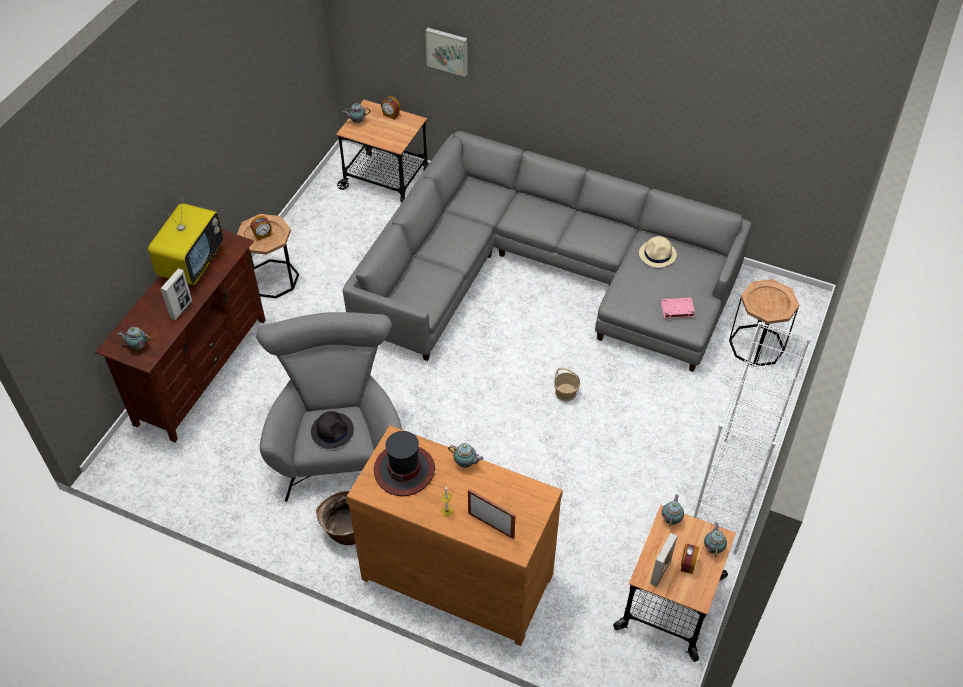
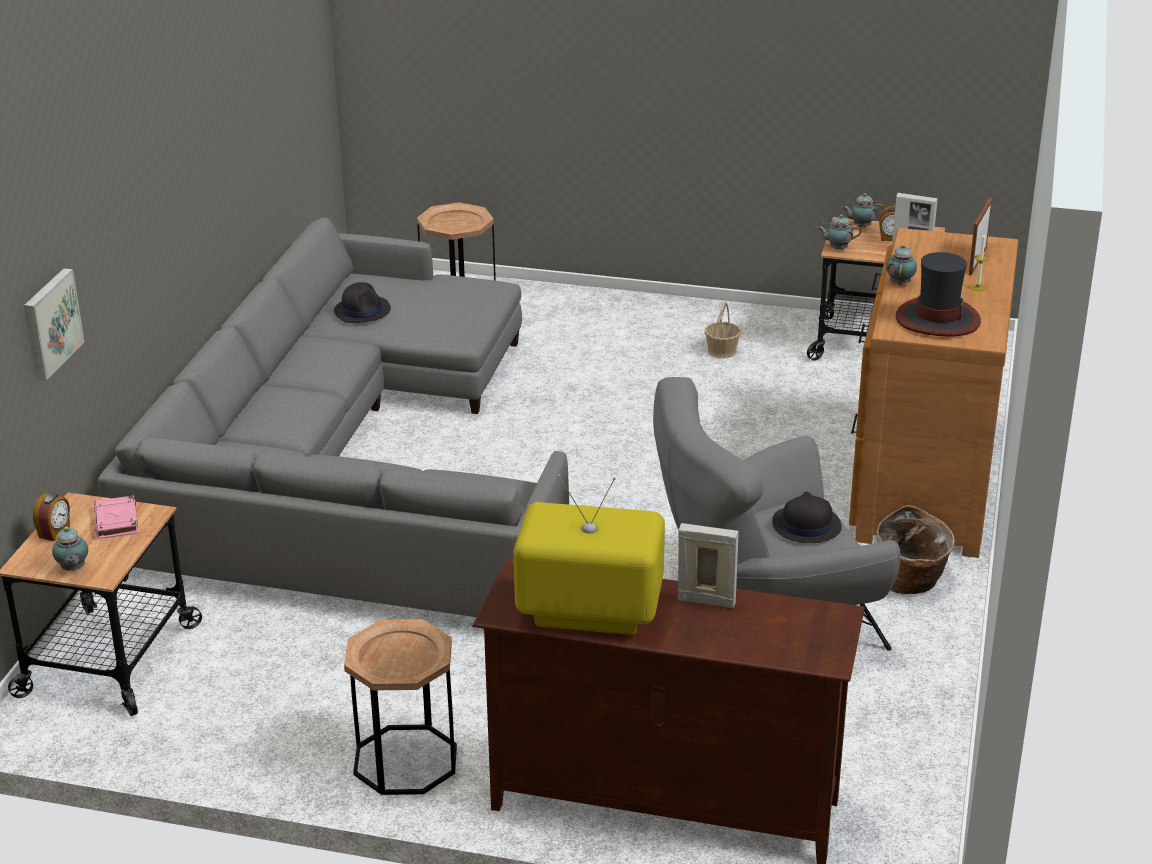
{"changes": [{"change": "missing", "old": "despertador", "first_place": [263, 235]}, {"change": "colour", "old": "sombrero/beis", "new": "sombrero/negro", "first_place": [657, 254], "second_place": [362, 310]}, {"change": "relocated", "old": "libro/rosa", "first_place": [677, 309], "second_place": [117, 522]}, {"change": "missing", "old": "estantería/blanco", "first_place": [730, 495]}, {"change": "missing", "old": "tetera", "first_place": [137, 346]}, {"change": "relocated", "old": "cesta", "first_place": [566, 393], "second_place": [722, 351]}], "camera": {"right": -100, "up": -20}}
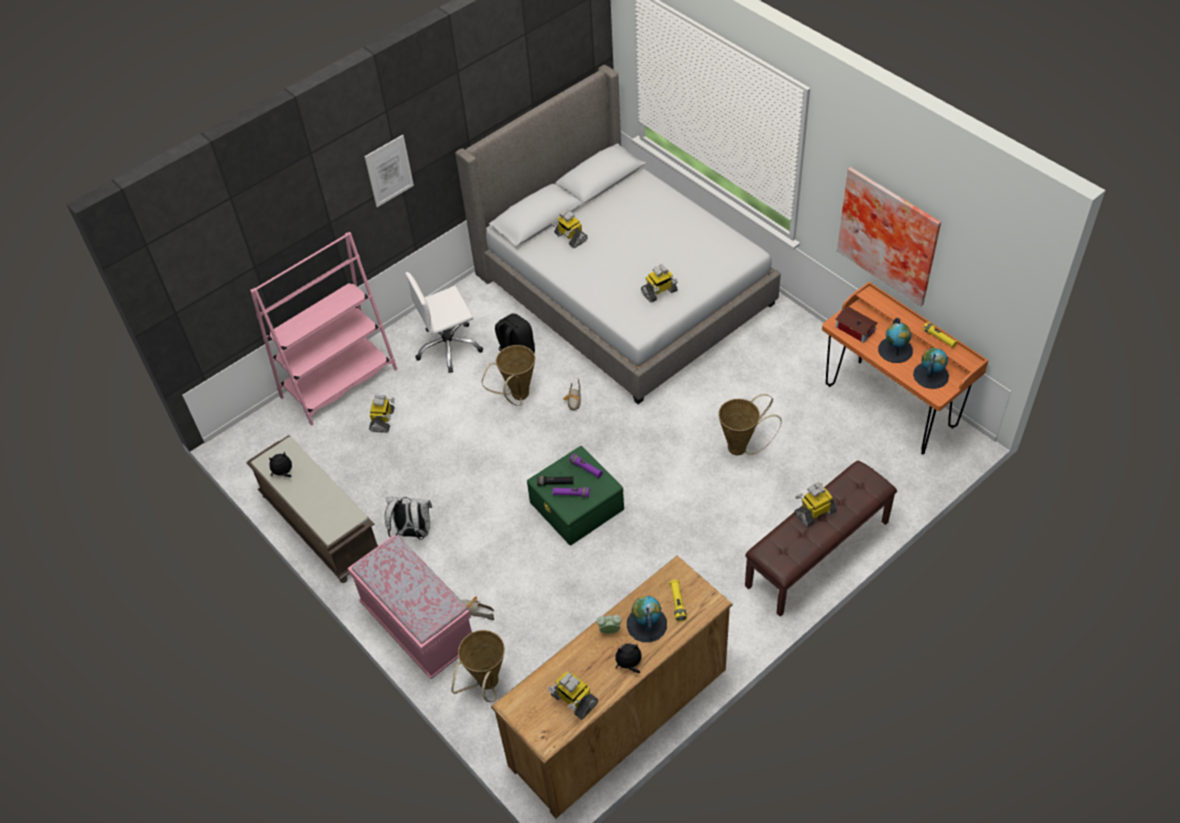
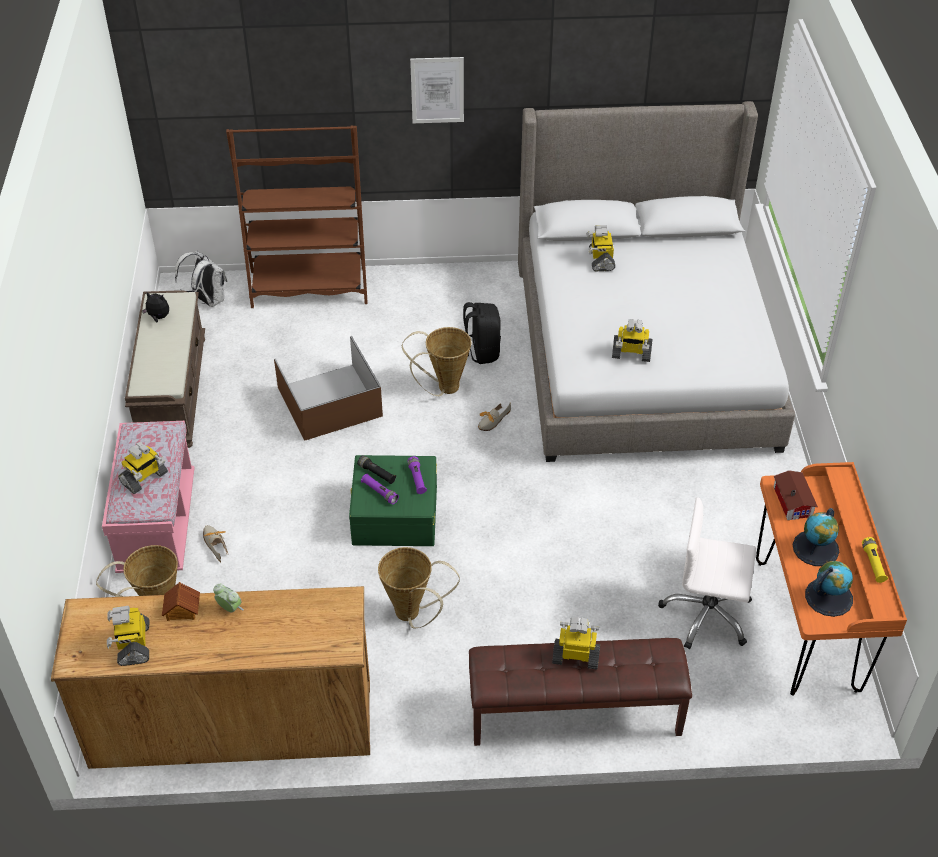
{"changes": [{"change": "missing", "old": "cuadro", "first_place": [890, 234]}, {"change": "colour", "old": "estantería/rosa", "new": "estantería/marrón", "first_place": [339, 383], "second_place": [309, 287]}, {"change": "relocated", "old": "silla de oficina/blanco", "first_place": [449, 347], "second_place": [706, 615]}, {"change": "relocated", "old": "cesta", "first_place": [742, 448], "second_place": [412, 615]}, {"change": "relocated", "old": "robot de juguete", "first_place": [383, 420], "second_place": [144, 478]}, {"change": "relocated", "old": "mochila/blanco", "first_place": [413, 533], "second_place": [207, 300]}, {"change": "missing", "old": "linterna/amarillo", "first_place": [677, 603]}, {"change": "missing", "old": "globo terráqueo", "first_place": [646, 624]}, {"change": "missing", "old": "peluche", "first_place": [629, 664]}, {"change": "appeared", "new": "caja de almacenaje/marrón", "second_place": [331, 401]}, {"change": "appeared", "new": "casita", "second_place": [181, 610]}], "camera": {"right": 35, "up": -5}}
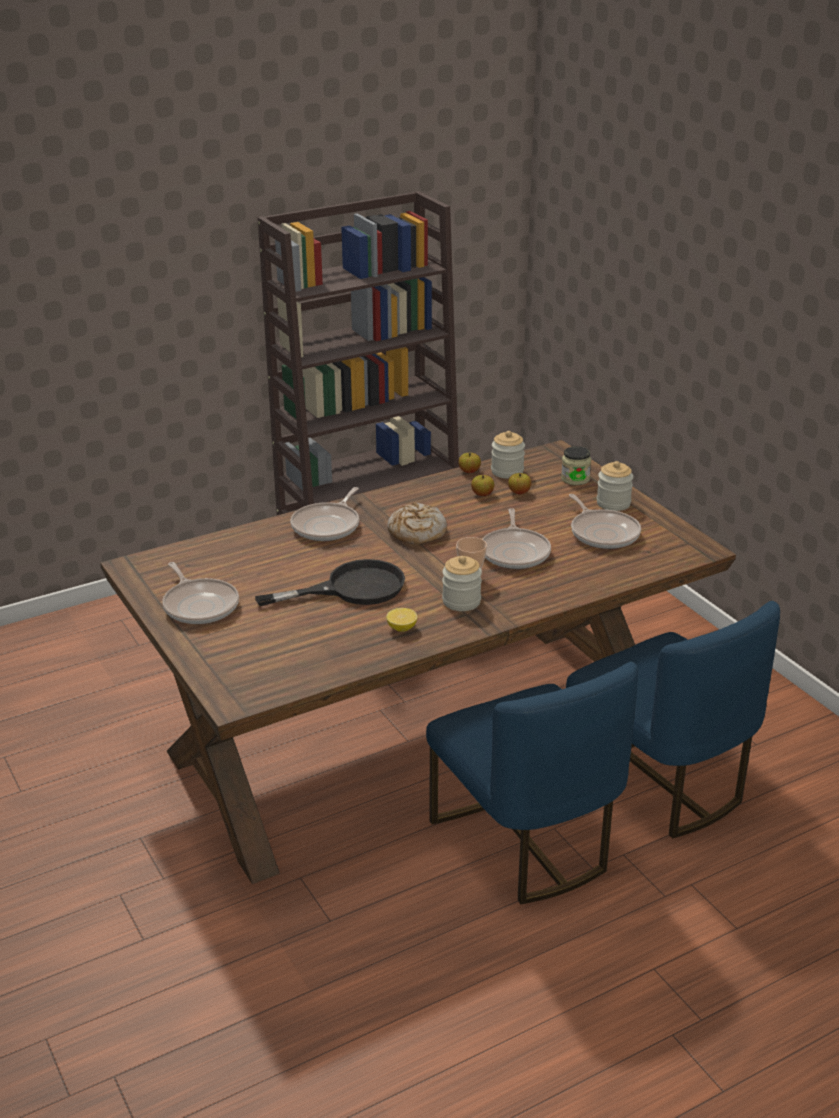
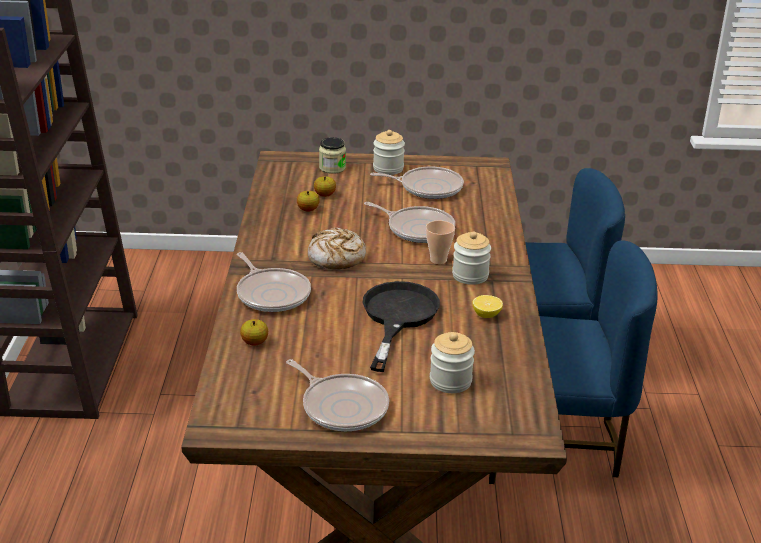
{"changes": [{"change": "relocated", "old": "tarro", "first_place": [507, 471], "second_place": [450, 381]}, {"change": "relocated", "old": "manzana", "first_place": [469, 471], "second_place": [254, 342]}, {"change": "spun", "old": "sartén", "first_place": [200, 605], "second_place": [342, 406], "degrees": 45}], "camera": {"right": -60, "up": 0}}
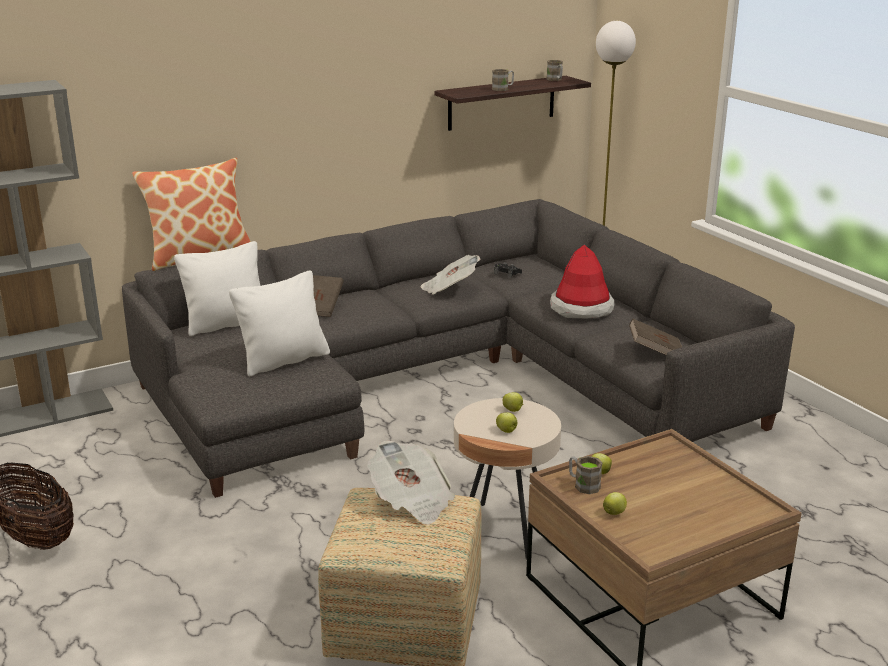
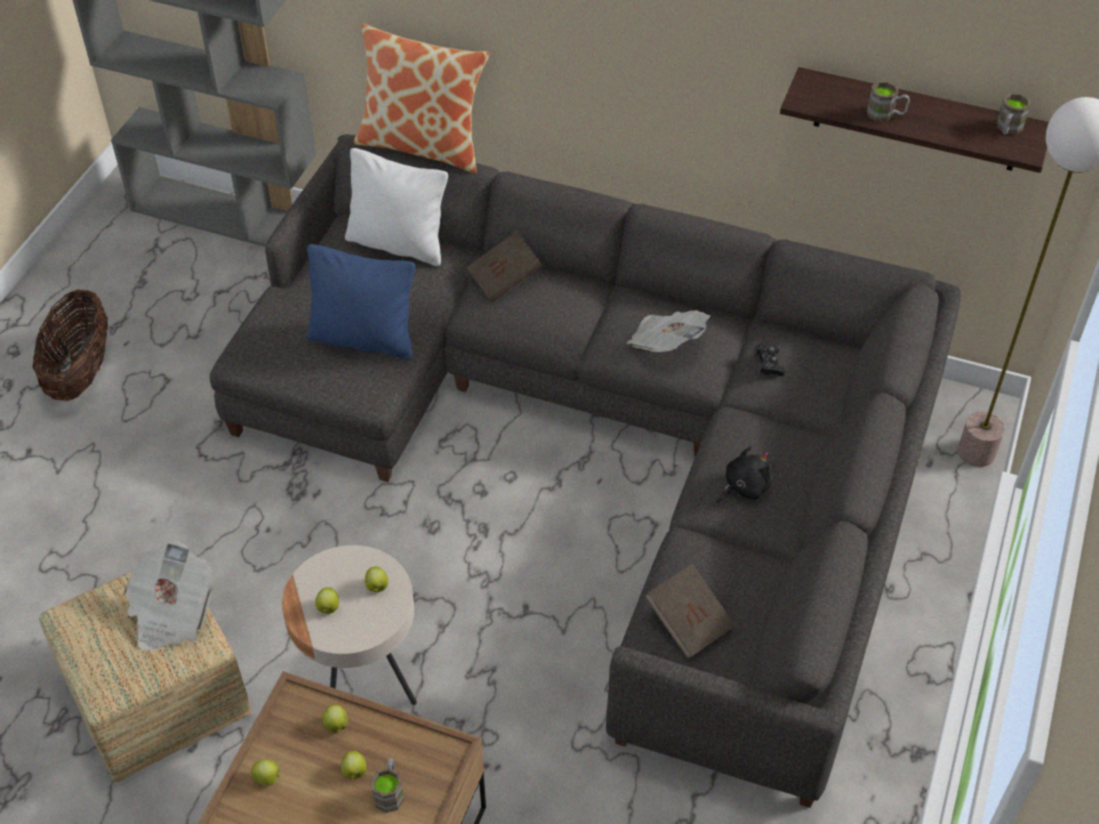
{"changes": [{"change": "exchanged", "old": "sombrero", "new": "peluche/negro", "first_place": [582, 308], "second_place": [744, 487]}, {"change": "colour", "old": "cojín/blanco", "new": "cojín/azul", "first_place": [284, 361], "second_place": [364, 339]}, {"change": "relocated", "old": "taza grande/marrón", "first_place": [583, 485], "second_place": [389, 791]}, {"change": "appeared", "new": "manzana", "second_place": [354, 772]}], "camera": {"right": 50, "up": 25}}
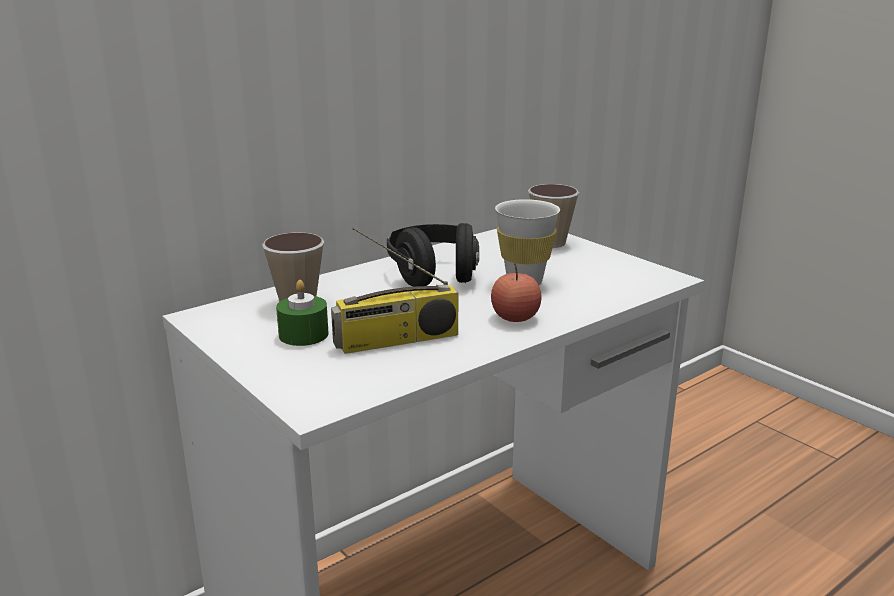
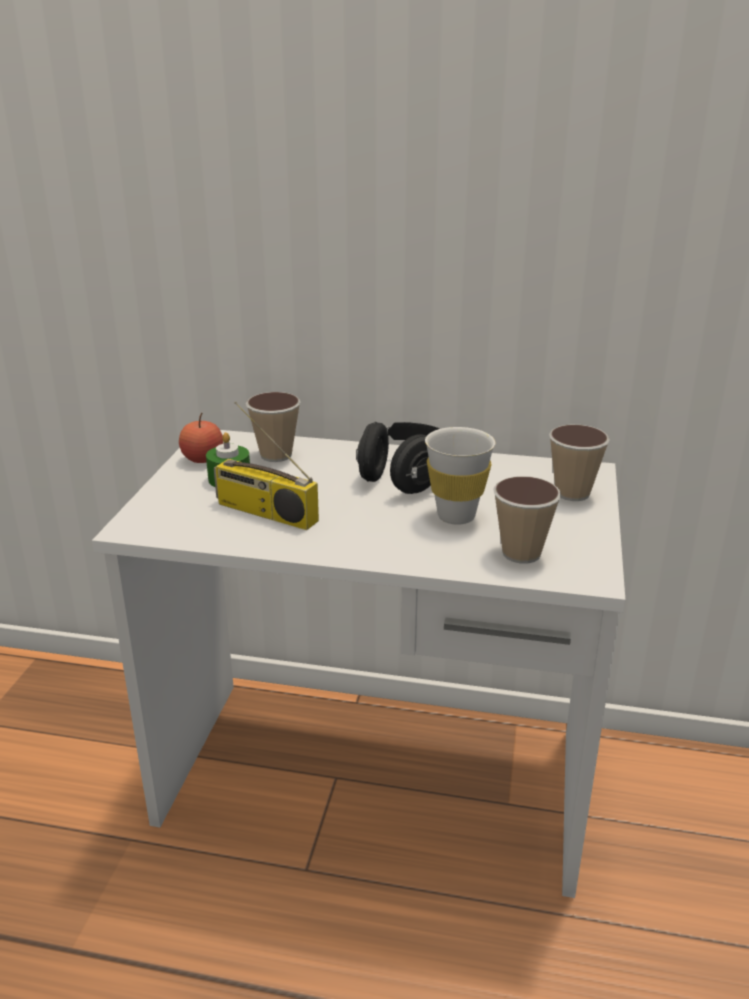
{"changes": [{"change": "relocated", "old": "manzana", "first_place": [515, 317], "second_place": [203, 459]}, {"change": "appeared", "new": "taza", "second_place": [521, 553]}], "camera": {"right": 50, "up": 5}}
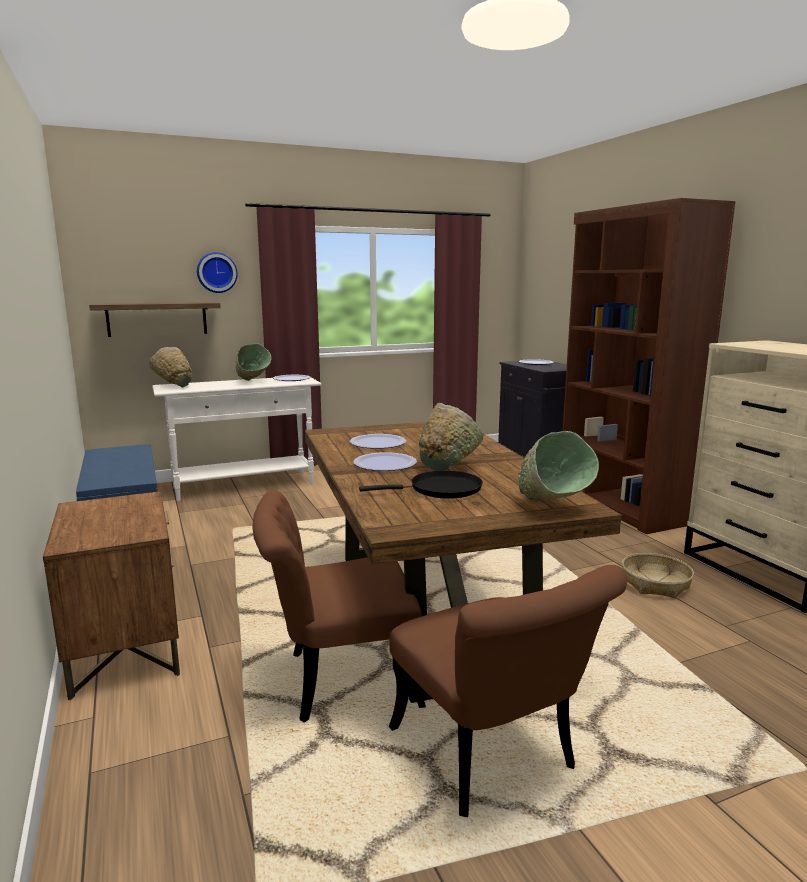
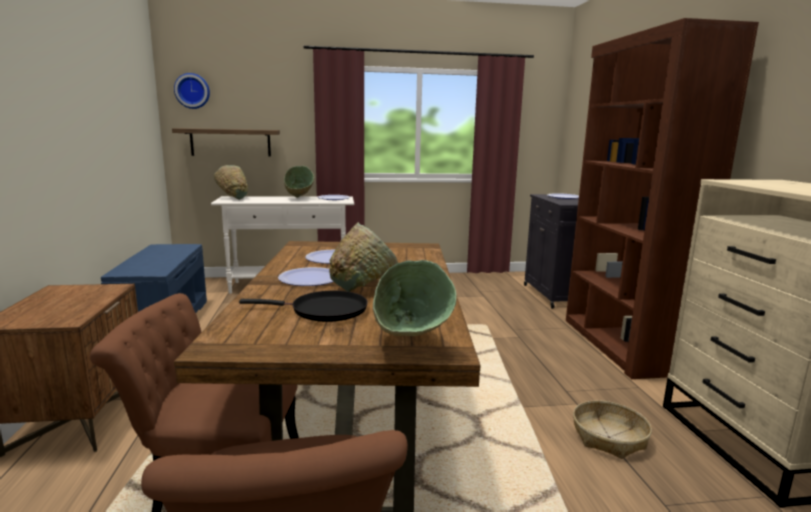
{"changes": [{"change": "relocated", "old": "reloj de pared", "first_place": [216, 272], "second_place": [192, 91]}], "camera": {"right": 15, "up": 0}}
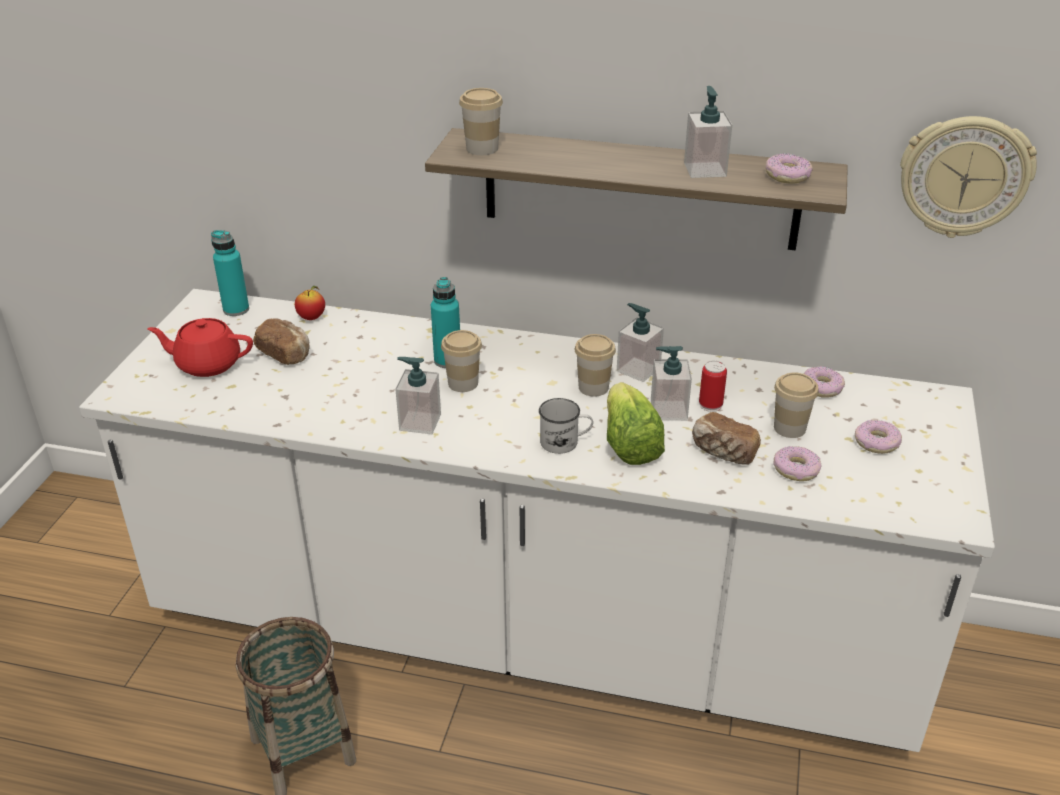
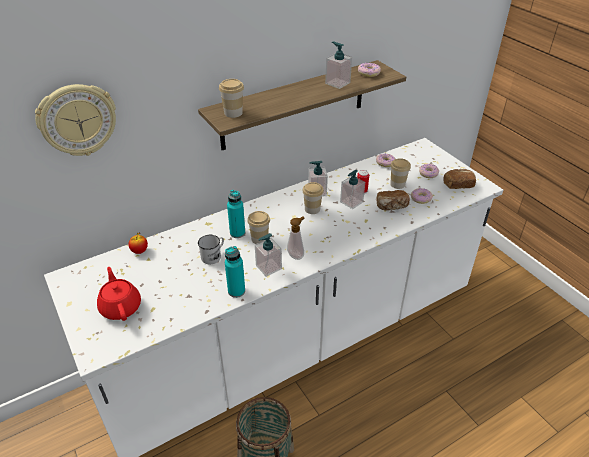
{"changes": [{"change": "relocated", "old": "reloj de pared", "first_place": [964, 176], "second_place": [78, 120]}, {"change": "relocated", "old": "botella/turquesa", "first_place": [236, 309], "second_place": [236, 291]}, {"change": "spun", "old": "tetera/rojo", "first_place": [207, 364], "second_place": [121, 307], "degrees": 105}, {"change": "relocated", "old": "pan", "first_place": [285, 353], "second_place": [458, 185]}, {"change": "missing", "old": "lechuga", "first_place": [629, 444]}, {"change": "relocated", "old": "taza grande/blanco", "first_place": [565, 442], "second_place": [213, 256]}, {"change": "appeared", "new": "dispensador de jabón", "second_place": [296, 255]}], "camera": {"right": -45, "up": 5}}
